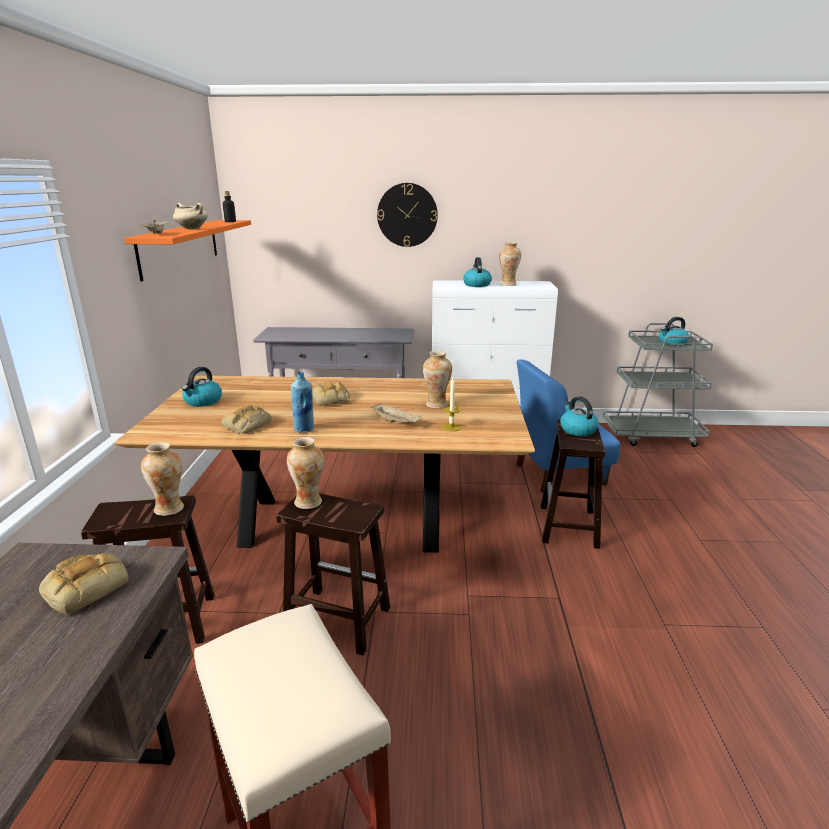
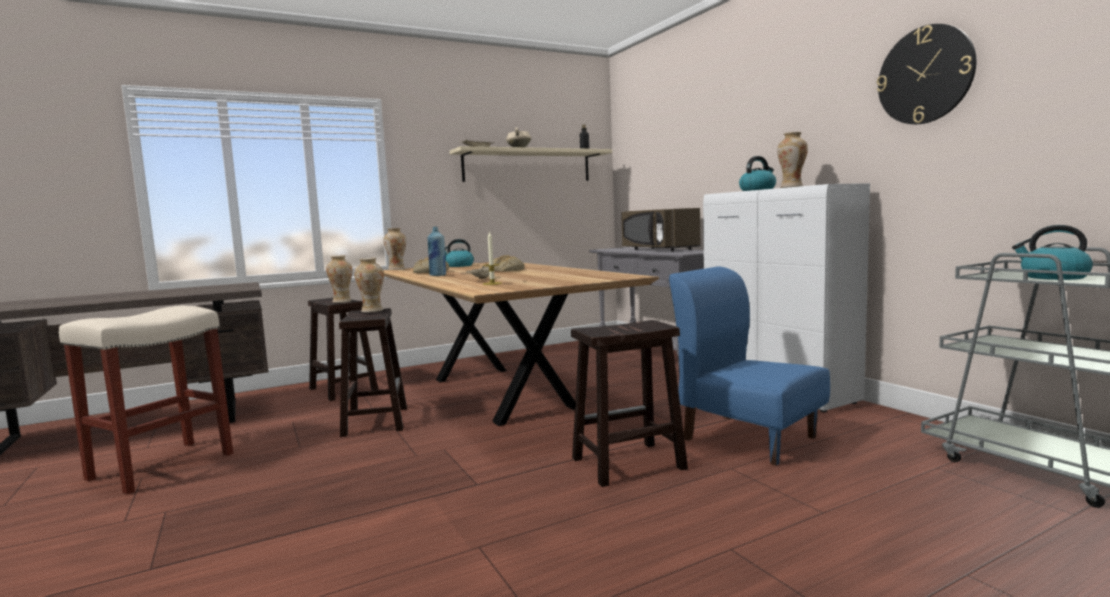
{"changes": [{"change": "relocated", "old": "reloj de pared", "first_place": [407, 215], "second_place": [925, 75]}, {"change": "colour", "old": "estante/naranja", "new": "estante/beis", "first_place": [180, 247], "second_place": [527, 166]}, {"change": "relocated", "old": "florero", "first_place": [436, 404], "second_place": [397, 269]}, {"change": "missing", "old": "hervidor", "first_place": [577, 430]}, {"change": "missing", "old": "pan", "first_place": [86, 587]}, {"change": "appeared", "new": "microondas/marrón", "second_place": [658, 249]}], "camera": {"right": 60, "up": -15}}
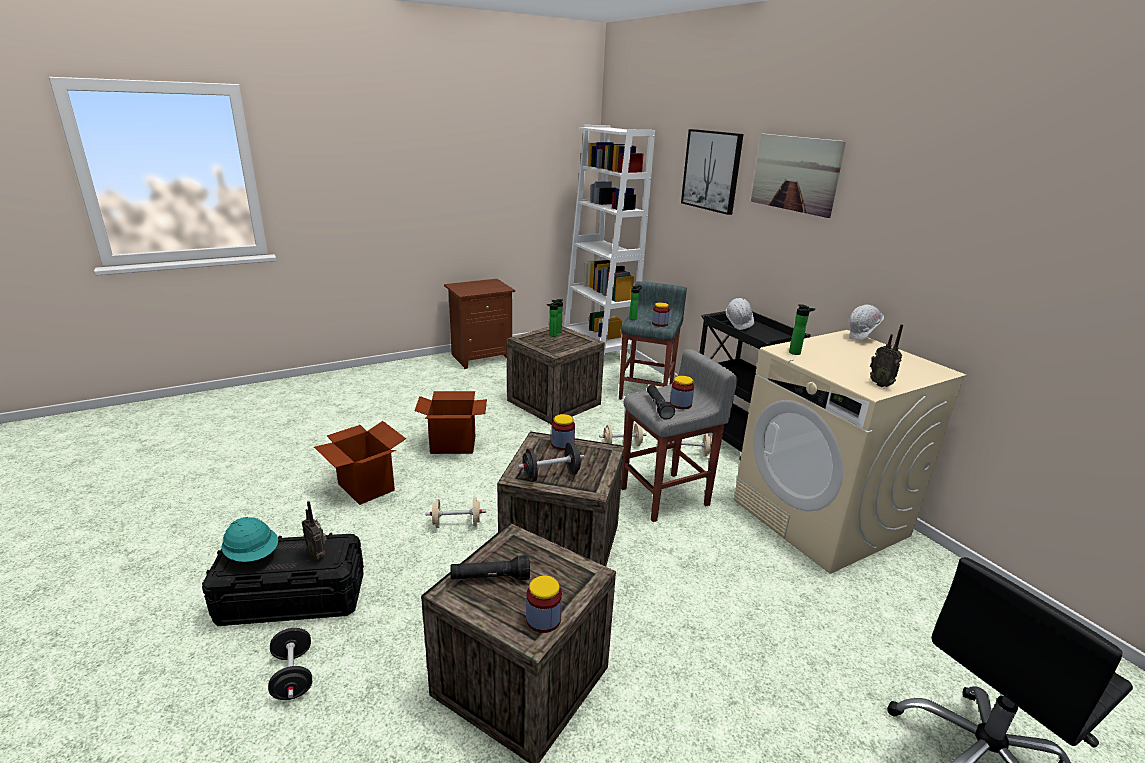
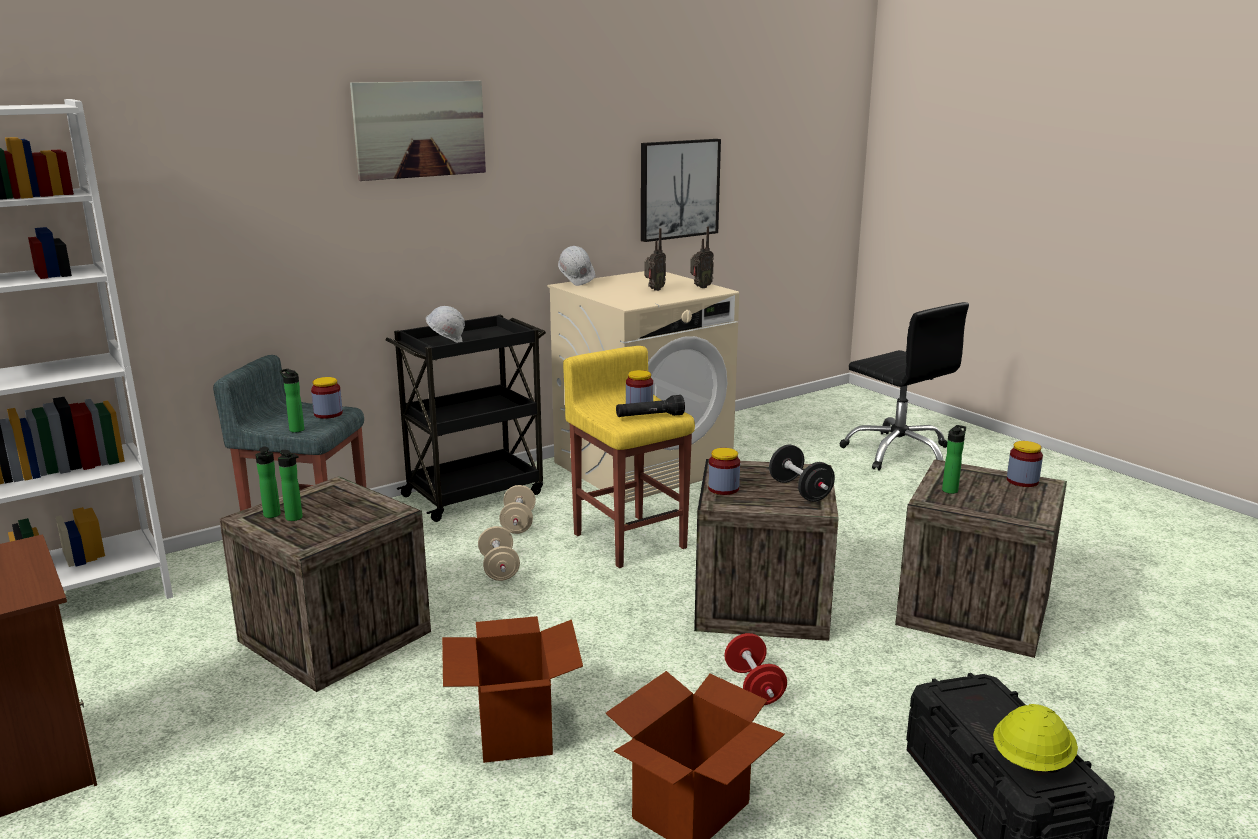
{"changes": [{"change": "relocated", "old": "cuadro", "first_place": [712, 170], "second_place": [678, 189]}, {"change": "relocated", "old": "botella", "first_place": [796, 353], "second_place": [950, 489]}, {"change": "colour", "old": "taburete/gris", "new": "taburete/amarillo", "first_place": [666, 496], "second_place": [629, 540]}, {"change": "colour", "old": "mancuerna/beis", "new": "mancuerna/rojo", "first_place": [456, 524], "second_place": [754, 687]}, {"change": "relocated", "old": "radio", "first_place": [318, 554], "second_place": [654, 290]}, {"change": "colour", "old": "casco/turquesa", "new": "casco/amarillo", "first_place": [253, 555], "second_place": [1031, 762]}, {"change": "missing", "old": "linterna/negro", "first_place": [490, 578]}, {"change": "missing", "old": "mancuerna/negro", "first_place": [293, 676]}], "camera": {"right": -95, "up": -5}}
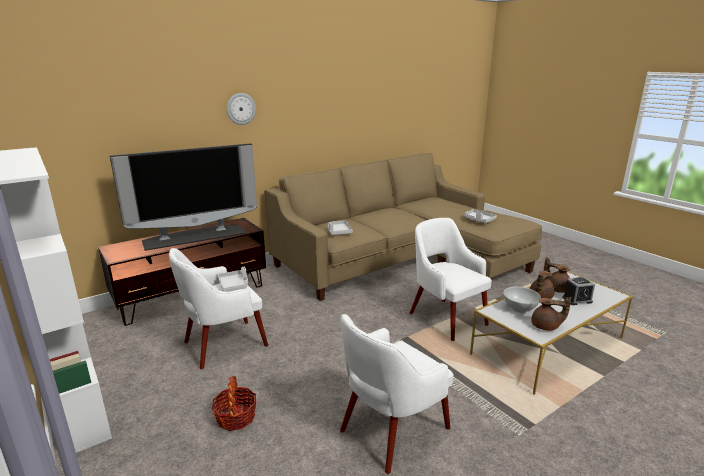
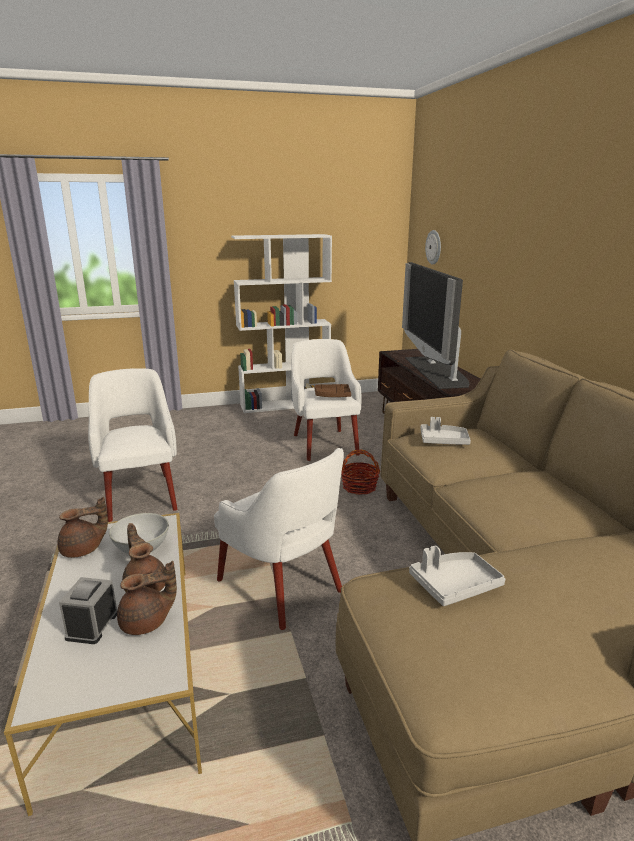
{"changes": [{"change": "relocated", "old": "reloj de pared", "first_place": [241, 108], "second_place": [434, 247]}, {"change": "spun", "old": "sillón/blanco", "first_place": [446, 317], "second_place": [282, 587], "degrees": 60}, {"change": "colour", "old": "bandeja/gris", "new": "bandeja/marrón", "first_place": [234, 285], "second_place": [332, 396]}, {"change": "spun", "old": "tetera/marrón", "first_place": [546, 326], "second_place": [83, 550], "degrees": -150}, {"change": "relocated", "old": "cesta", "first_place": [236, 417], "second_place": [359, 487]}], "camera": {"right": 110, "up": 0}}
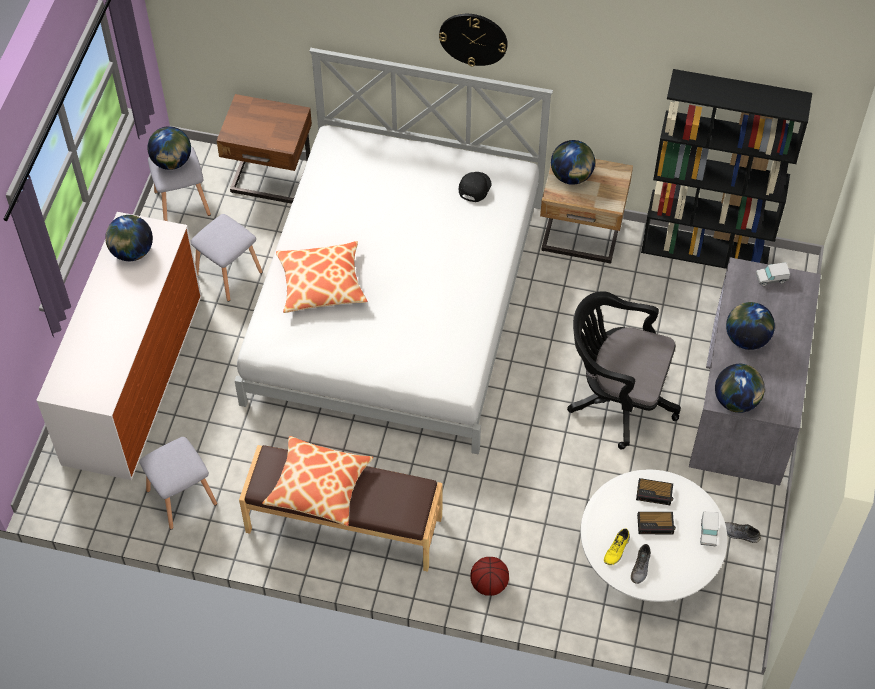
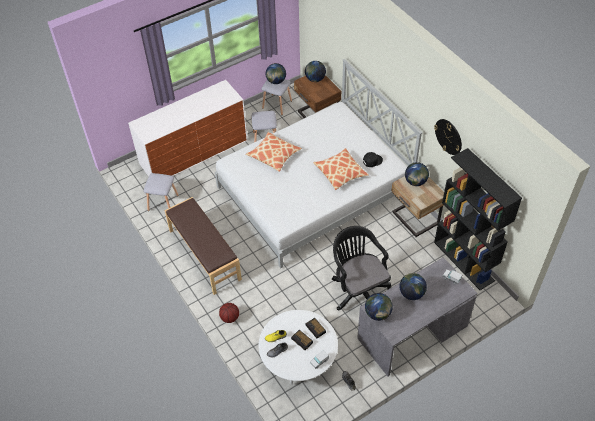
{"changes": [{"change": "relocated", "old": "reloj de pared", "first_place": [473, 38], "second_place": [448, 136]}, {"change": "relocated", "old": "globo terráqueo", "first_place": [132, 252], "second_place": [315, 79]}, {"change": "relocated", "old": "cojín", "first_place": [318, 486], "second_place": [340, 173]}], "camera": {"right": 45, "up": -5}}
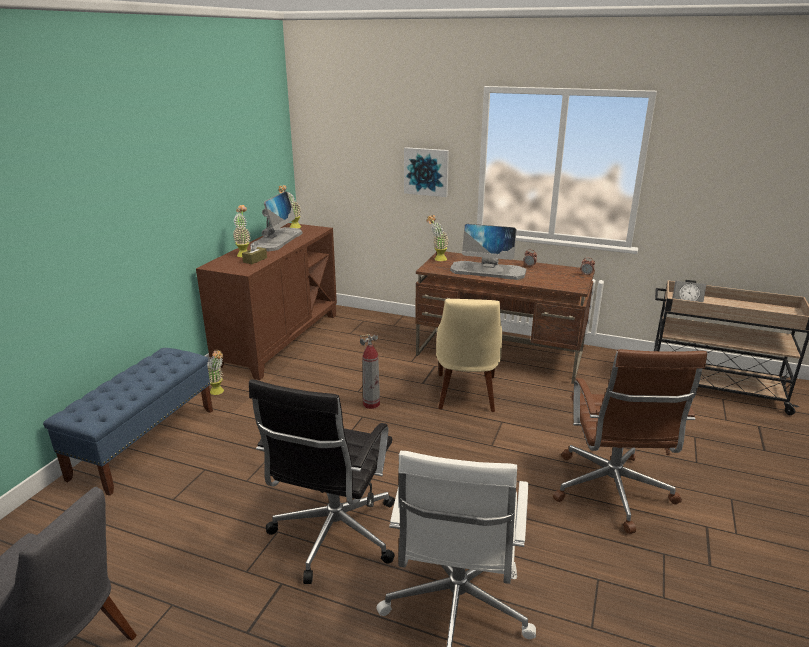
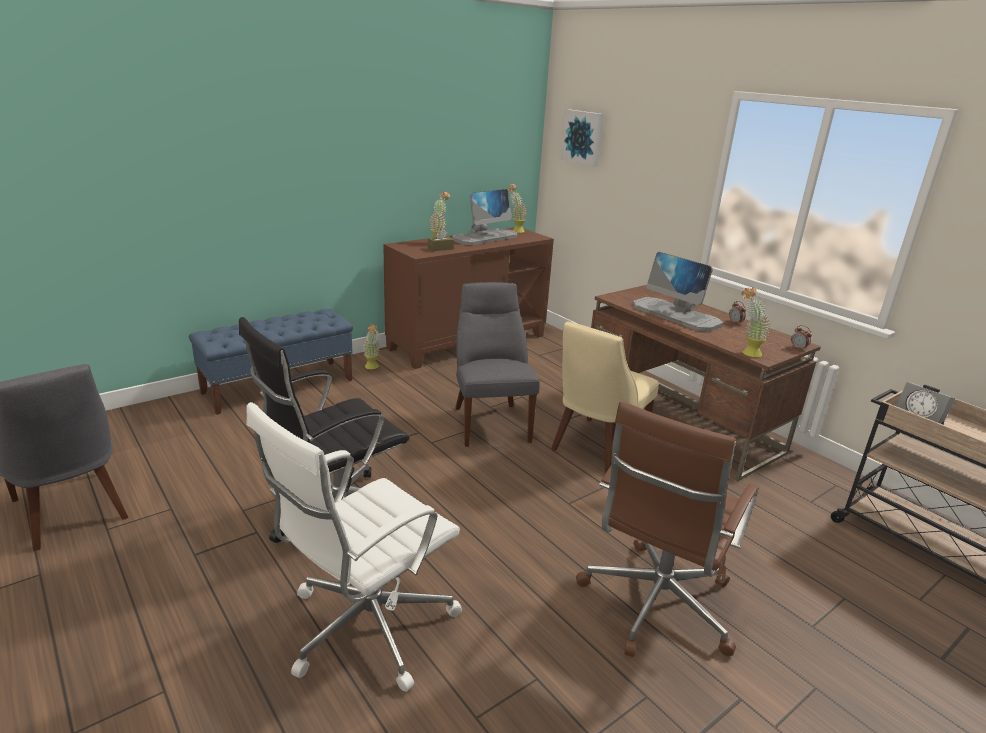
{"changes": [{"change": "relocated", "old": "cuadro", "first_place": [426, 171], "second_place": [583, 137]}, {"change": "relocated", "old": "planta en maceta", "first_place": [437, 259], "second_place": [746, 352]}, {"change": "exchanged", "old": "extintor", "new": "silla/gris", "first_place": [371, 404], "second_place": [490, 422]}], "camera": {"right": 30, "up": 0}}
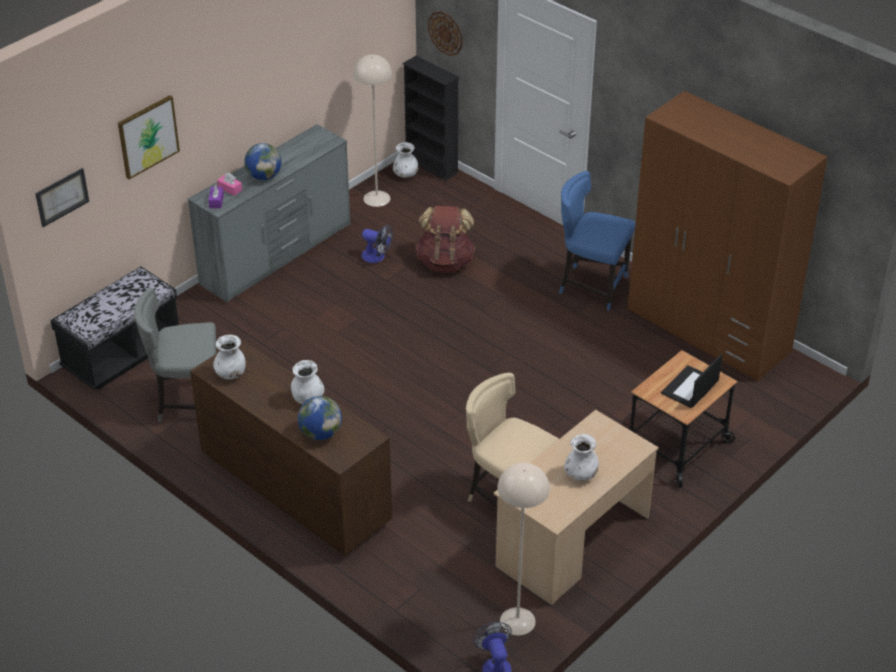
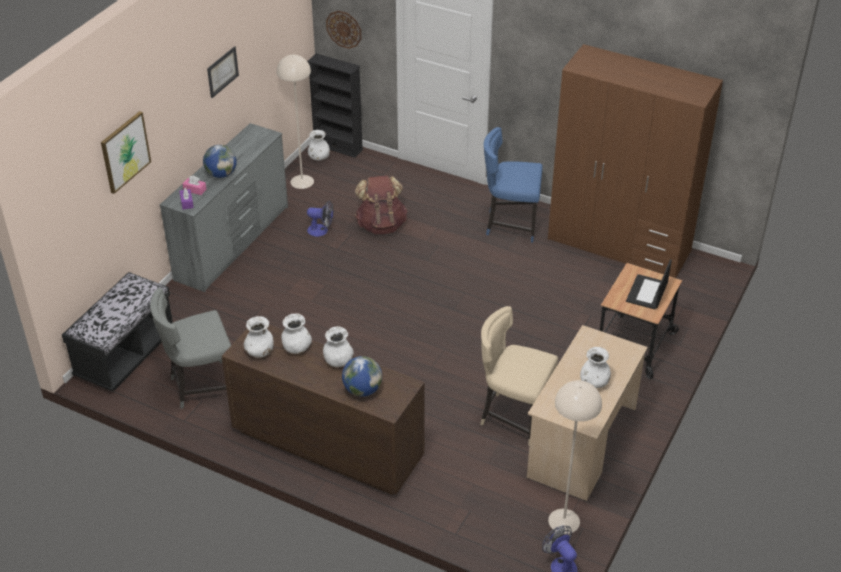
{"changes": [{"change": "relocated", "old": "cuadro", "first_place": [62, 197], "second_place": [222, 71]}, {"change": "appeared", "new": "florero/blanco", "second_place": [296, 348]}], "camera": {"right": -15, "up": 0}}
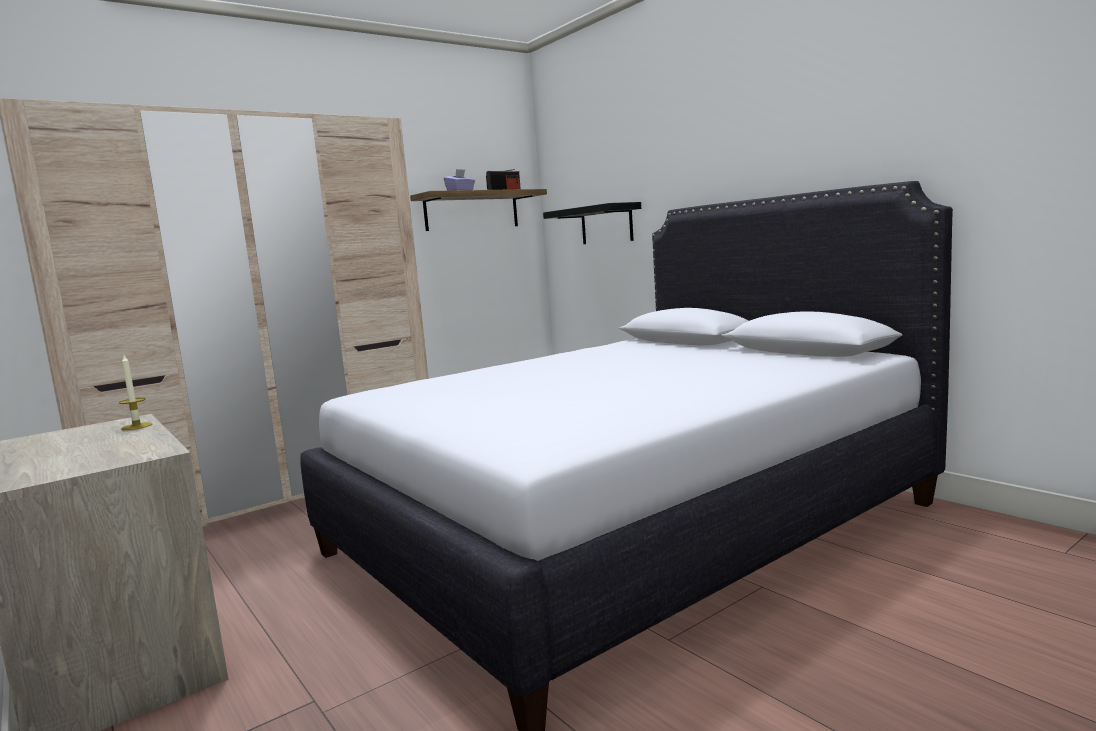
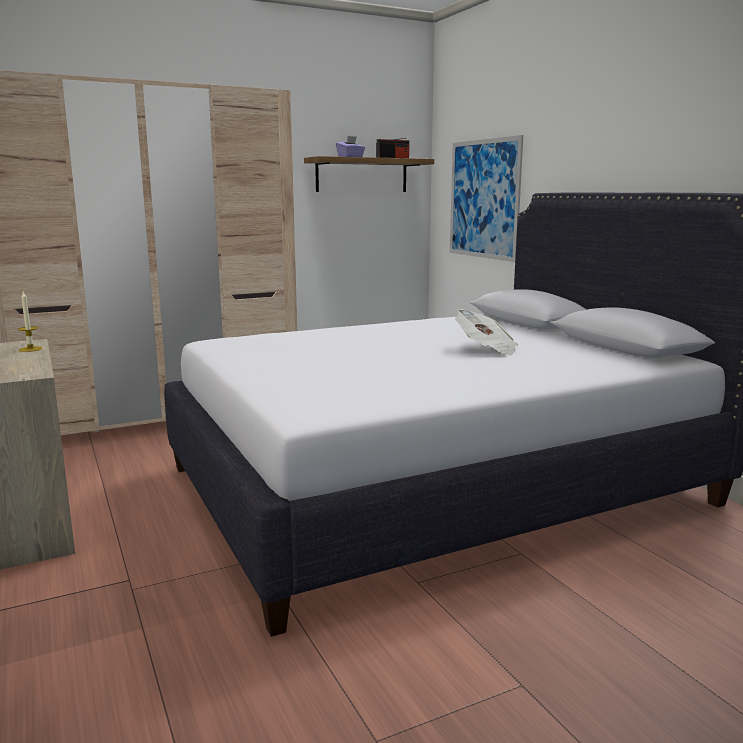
{"changes": [{"change": "exchanged", "old": "estante/negro", "new": "cuadro", "first_place": [606, 224], "second_place": [484, 199]}, {"change": "appeared", "new": "periódico", "second_place": [486, 349]}], "camera": {"right": 10, "up": 5}}
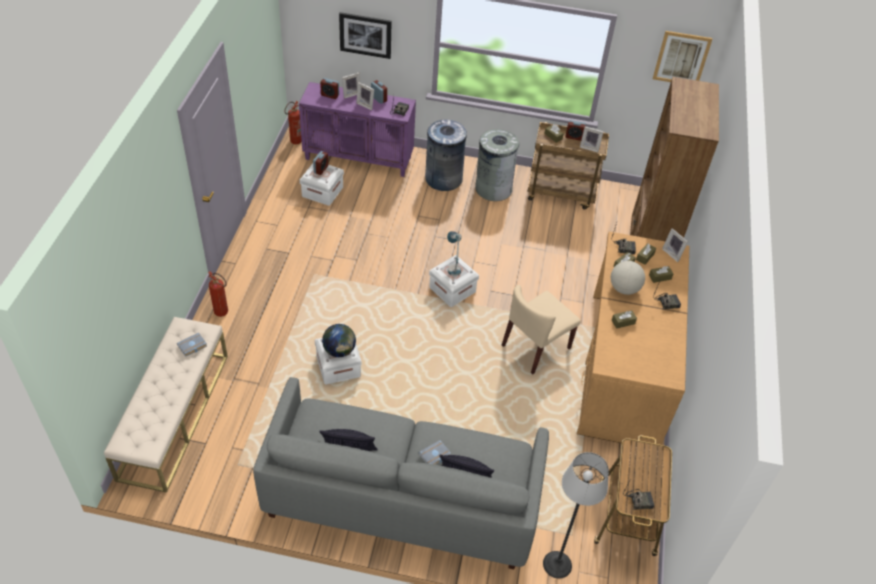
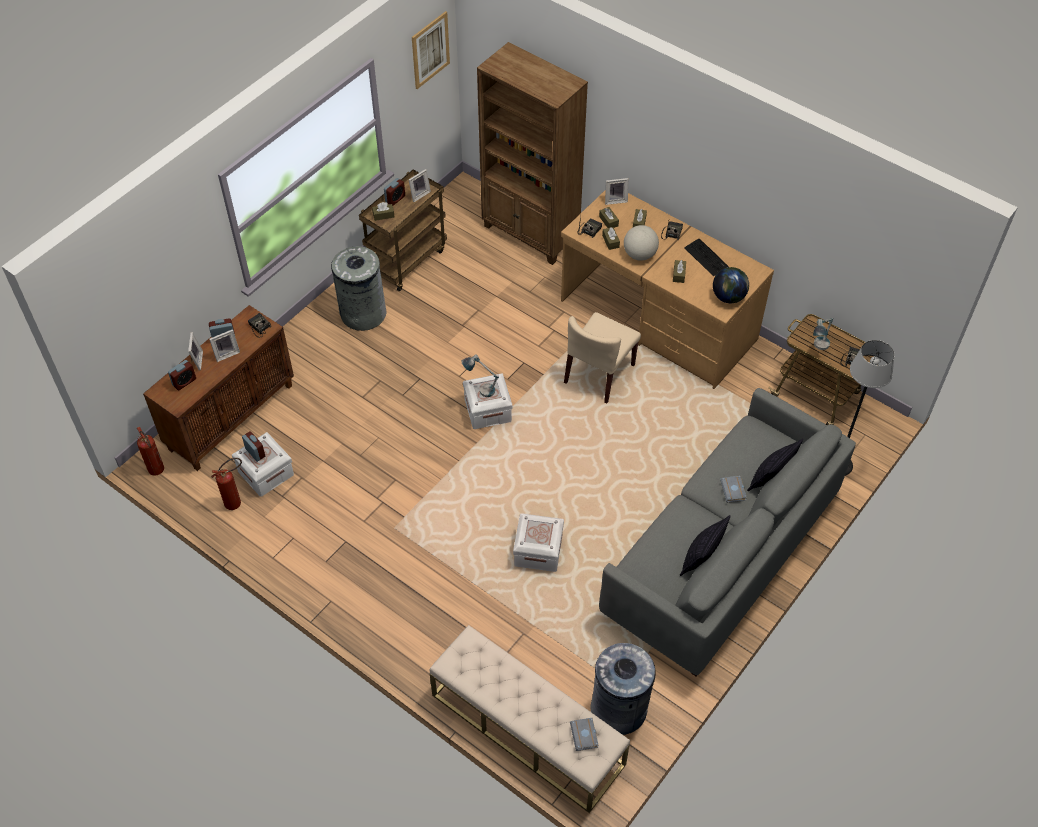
{"changes": [{"change": "missing", "old": "cuadro", "first_place": [365, 35]}, {"change": "colour", "old": "armario/morado", "new": "armario/marrón", "first_place": [359, 158], "second_place": [231, 416]}, {"change": "relocated", "old": "papelera/gris", "first_place": [443, 179], "second_place": [619, 709]}, {"change": "relocated", "old": "extintor", "first_place": [223, 313], "second_place": [237, 502]}, {"change": "spun", "old": "silla/beis", "first_place": [535, 347], "second_place": [599, 374], "degrees": 45}, {"change": "relocated", "old": "globo terráqueo", "first_place": [339, 350], "second_place": [728, 297]}, {"change": "relocated", "old": "libro/gris", "first_place": [192, 346], "second_place": [585, 736]}, {"change": "appeared", "new": "teclado", "second_place": [706, 257]}, {"change": "appeared", "new": "lámpara de mesa", "second_place": [818, 348]}], "camera": {"right": -60, "up": 5}}
